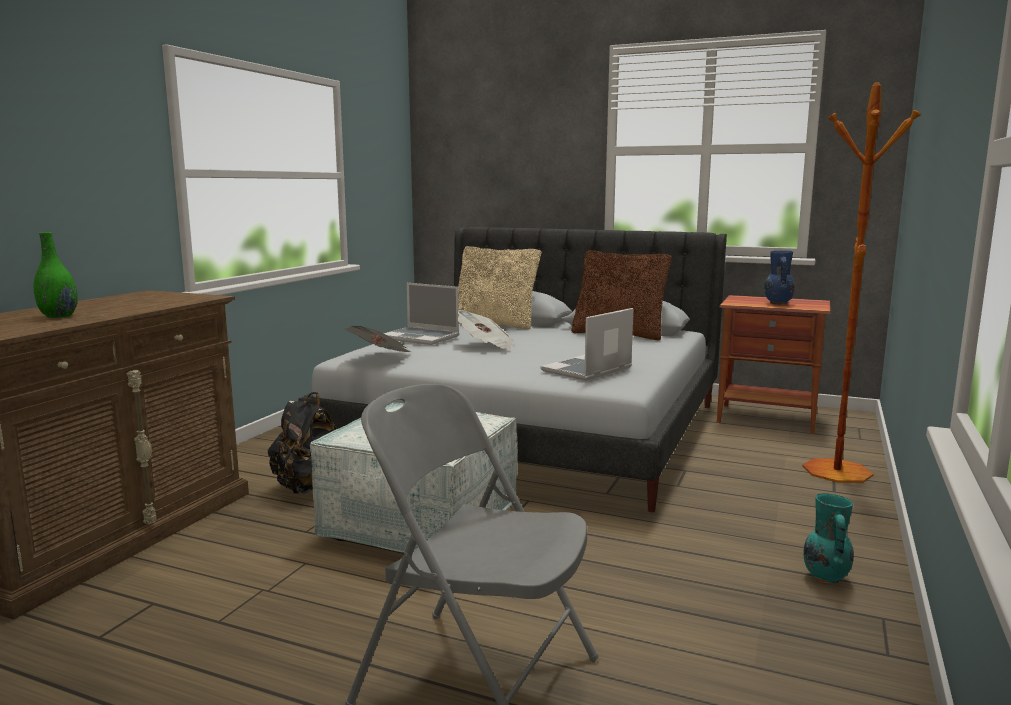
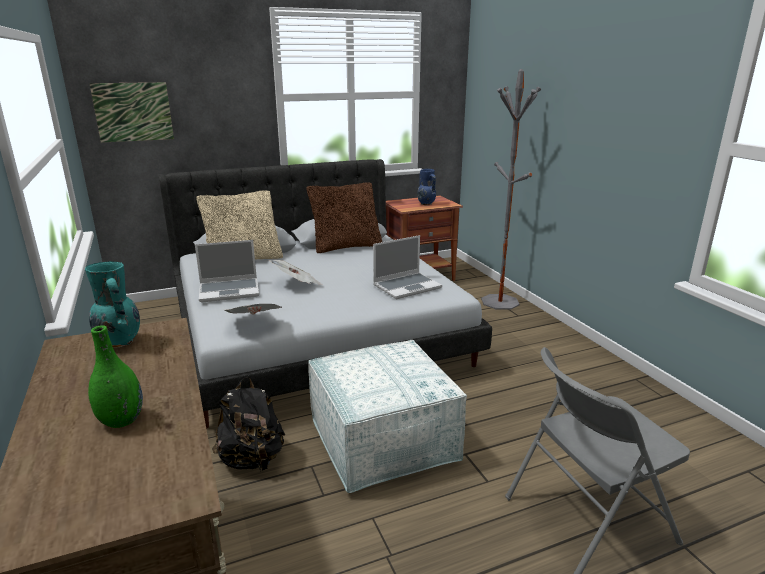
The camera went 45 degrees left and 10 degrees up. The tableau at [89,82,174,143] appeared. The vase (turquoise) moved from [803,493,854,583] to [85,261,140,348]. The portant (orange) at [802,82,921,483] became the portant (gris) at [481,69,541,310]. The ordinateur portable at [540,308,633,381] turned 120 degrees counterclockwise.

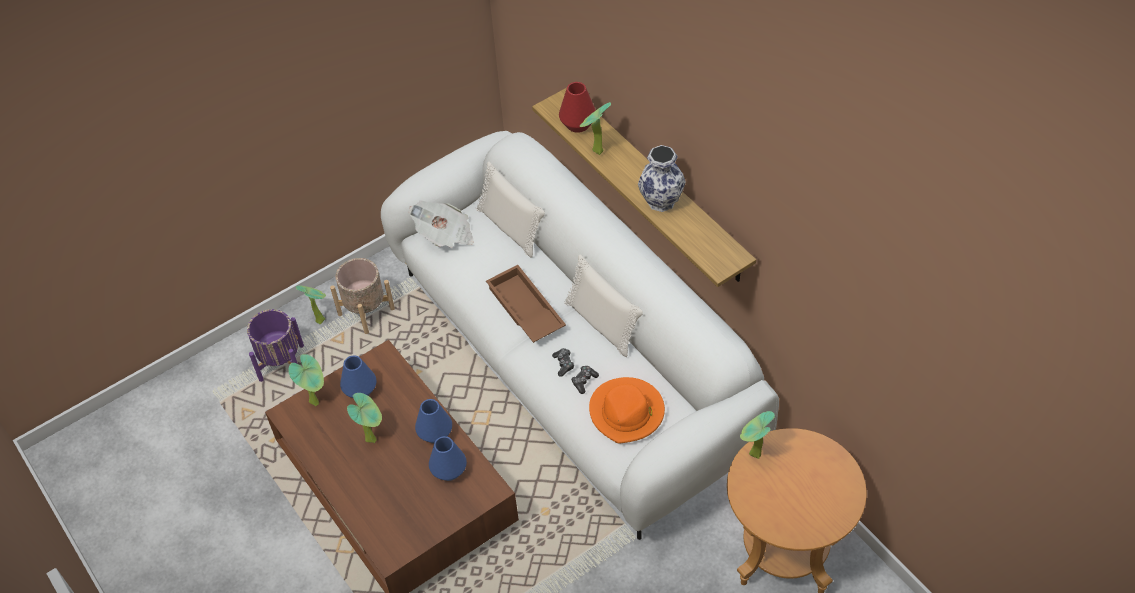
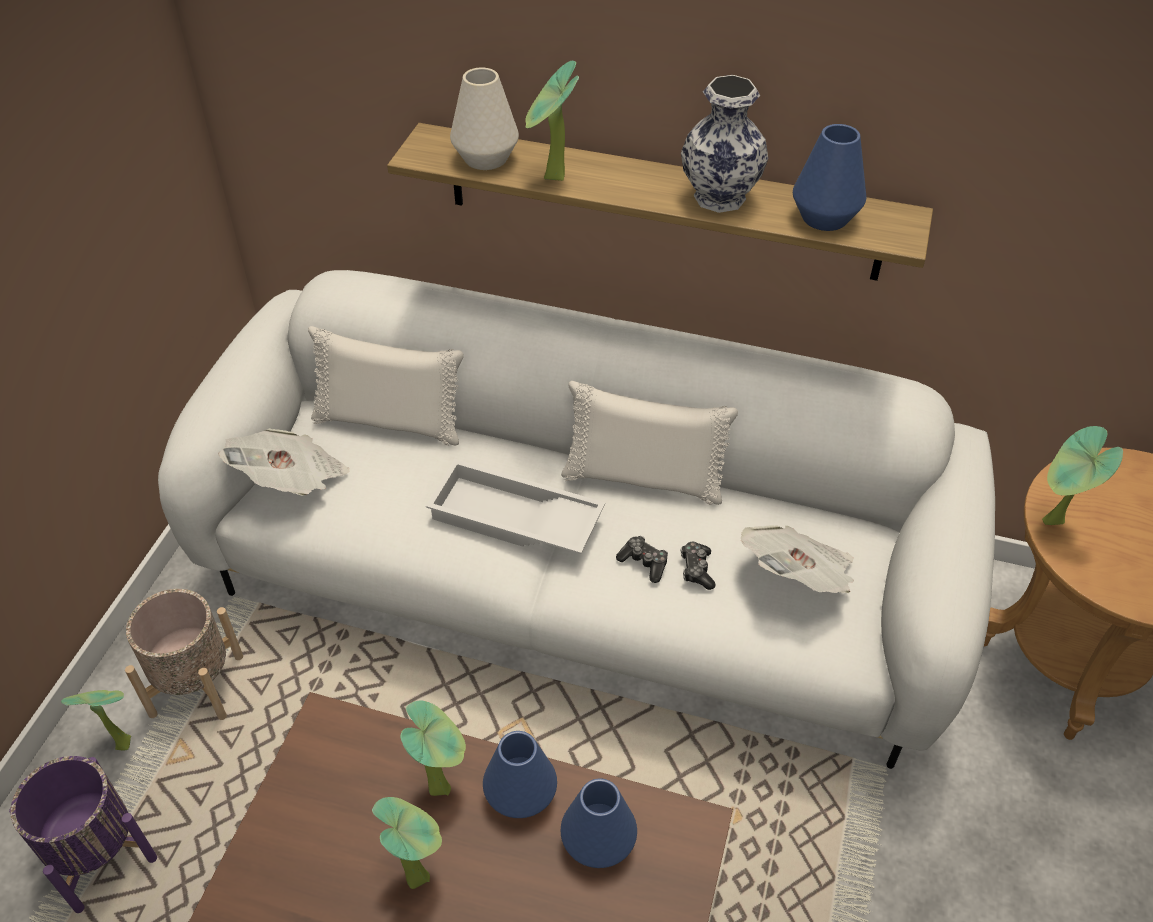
The camera went 40 degrees left and 5 degrees down. The plante en pot moved from [288,354,324,406] to [400,701,466,796]. The vase (bleu) moved from [340,356,377,398] to [793,124,866,231]. The chapeau (orange) at [589,377,665,443] was replaced by the journal at [741,525,854,594]. The plateau (marron) at [486,265,566,343] became the plateau (blanc) at [426,459,605,554]. The vase (rouge) at [559,82,596,133] became the vase (blanc) at [450,68,519,170].

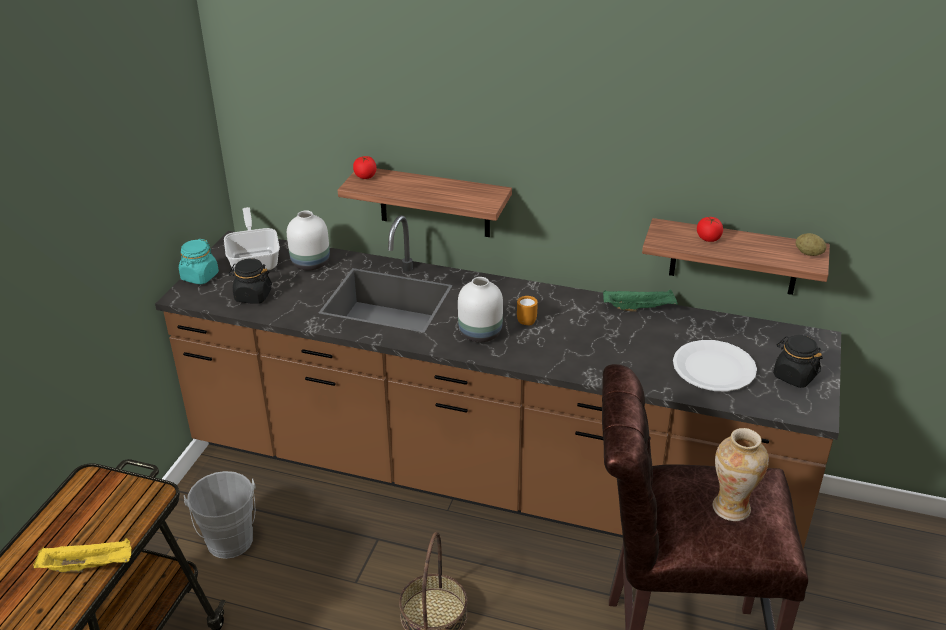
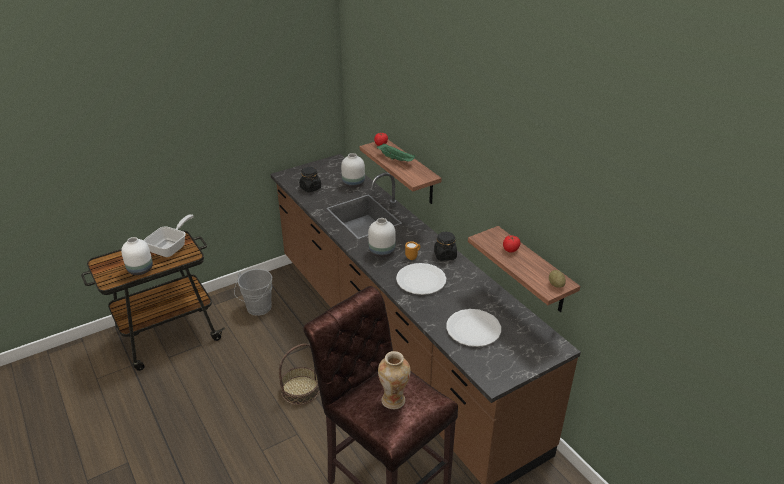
The camera went 40 degrees right and 0 degrees up. The bocal (turquoise) at [179,239,219,284] disappeared. The assiette (blanc) at [396,263,446,295] appeared. The poêle moved from [224,207,280,271] to [144,214,194,257]. The plateau (vert) moved from [603,289,678,312] to [377,144,415,162]. The bocal (noir) moved from [773,335,823,388] to [434,231,457,261]. The plateau (jaune) at [33,538,131,573] was replaced by the vase (blanc) at [121,237,153,275].

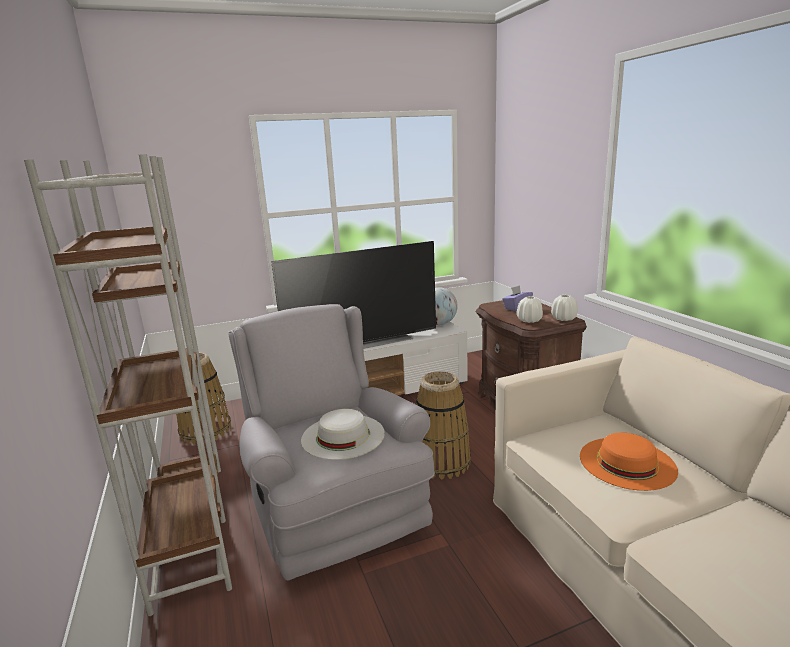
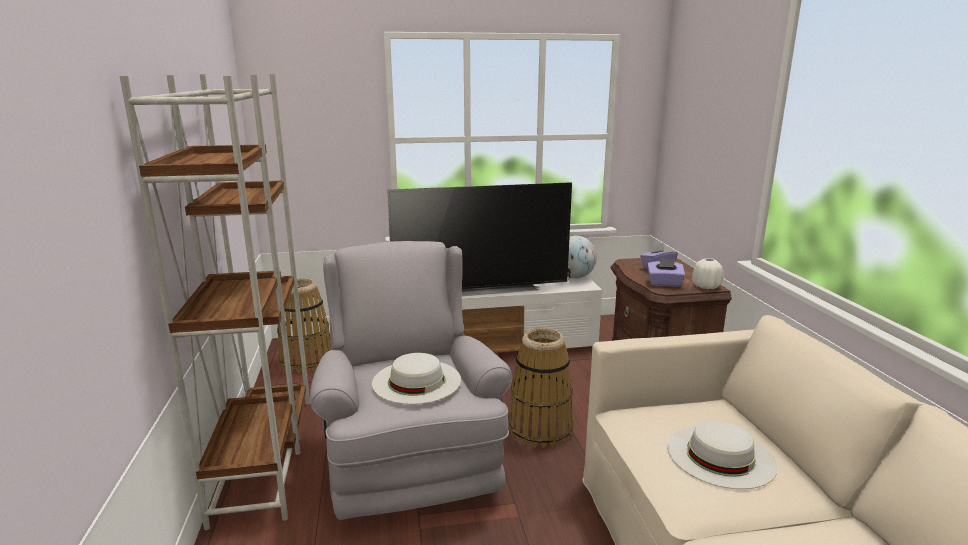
The camera went 10 degrees right and 0 degrees up. The vase (blanc) at [517,296,543,323] was replaced by the boîte à mouchoirs (violet) at [647,259,685,287]. The chapeau (orange) at [580,433,678,491] became the chapeau (blanc) at [667,420,778,489].

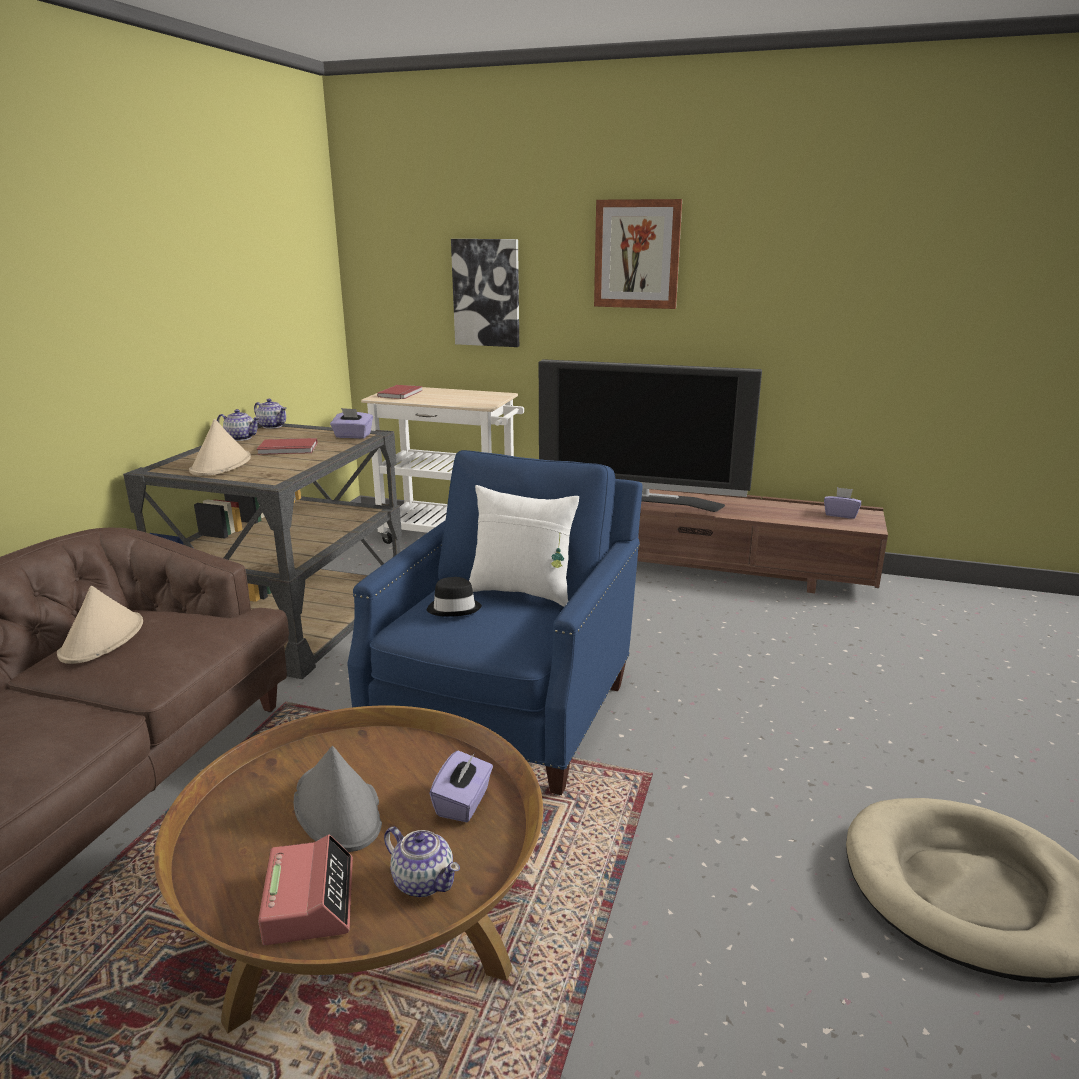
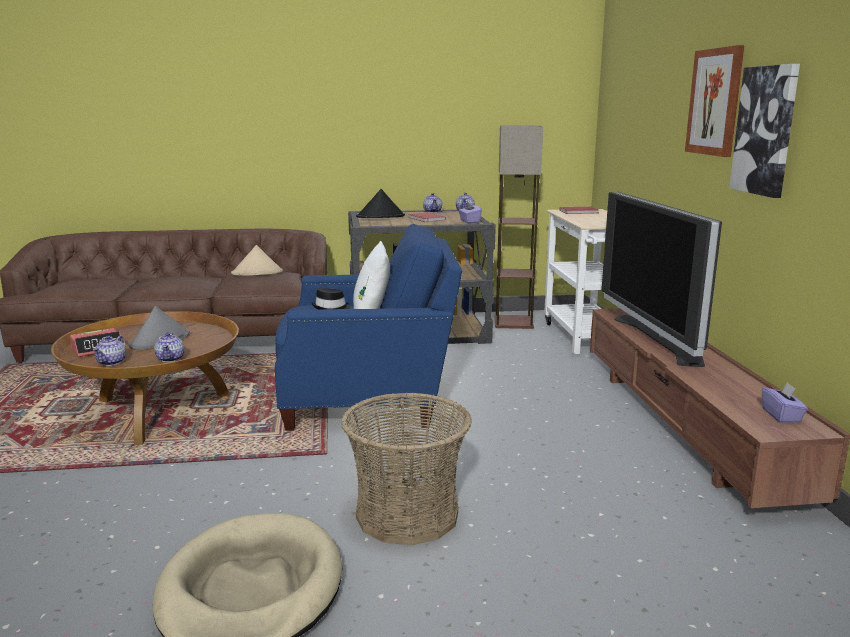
The camera went 65 degrees right and 5 degrees down. The panier at [341,393,472,545] appeared. The lampadaire at [495,125,543,329] appeared. The tableau moved from [451,239,519,347] to [729,64,800,198]. The boîte à mouchoirs (violet) at [429,751,493,822] was replaced by the théière at [154,333,185,362]. The chapeau (beige) at [189,419,251,476] became the chapeau (noir) at [356,189,405,218].

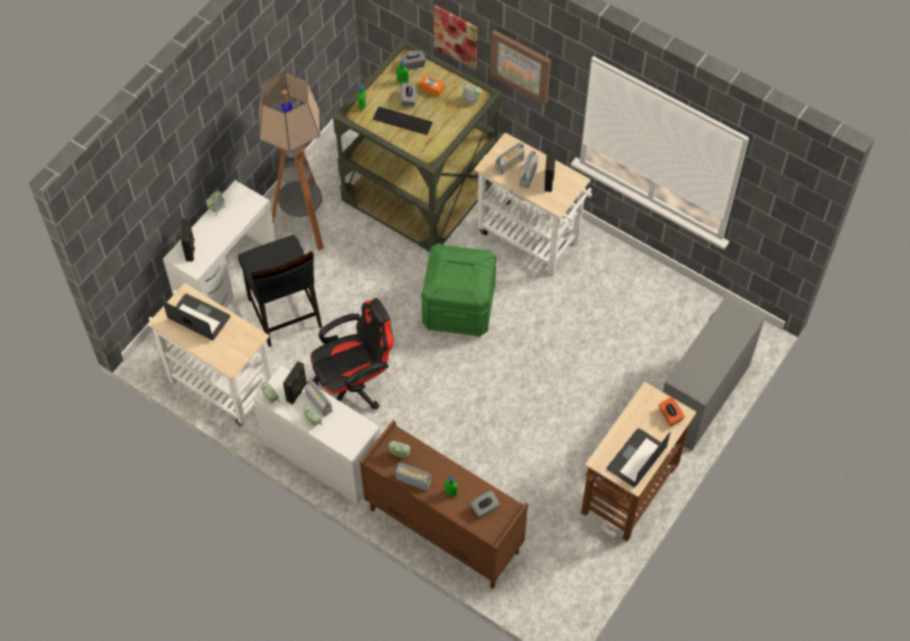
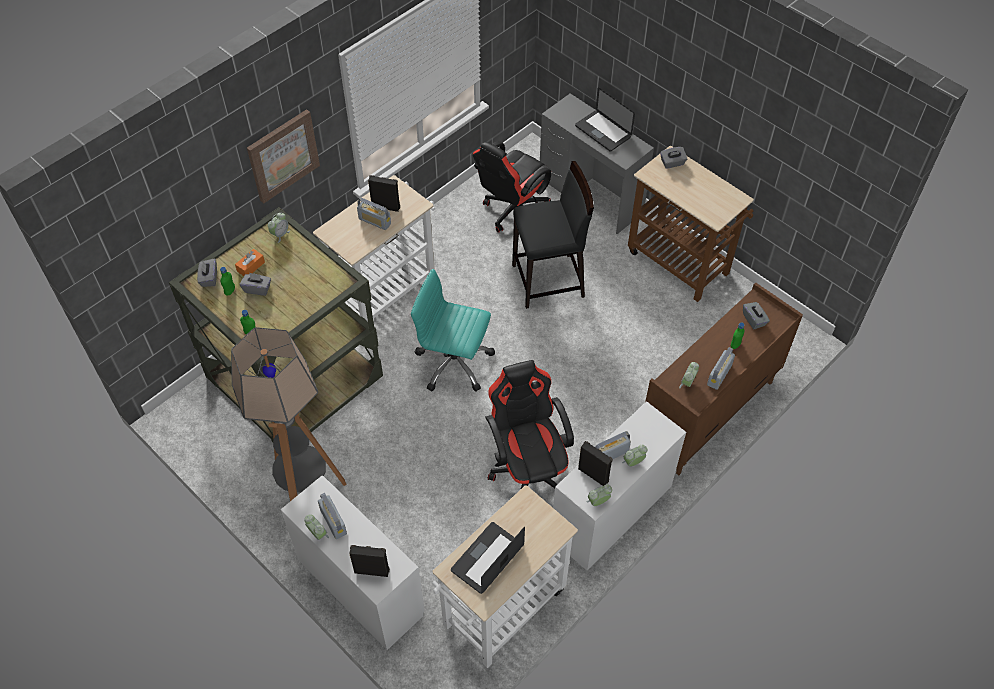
The camera went 80 degrees left and 5 degrees down. The clavier at [373,107,433,135] disappeared. The tableau at [433,5,477,70] disappeared. The chaise de bureau (noir) at [473,141,551,233] appeared. The tabouret (noir) moved from [238,235,322,347] to [512,161,594,309]. The radio moved from [495,142,525,175] to [318,493,347,539]. The ordinateur portable moved from [607,428,671,487] to [575,87,635,152]. The boîte de rangement (vert) at [421,243,496,337] was replaced by the chaise de bureau (turquoise) at [411,269,495,392]. The boîte à mouchoirs (orange) at [659,397,685,426] became the boîte à mouchoirs (gris) at [660,147,687,169].

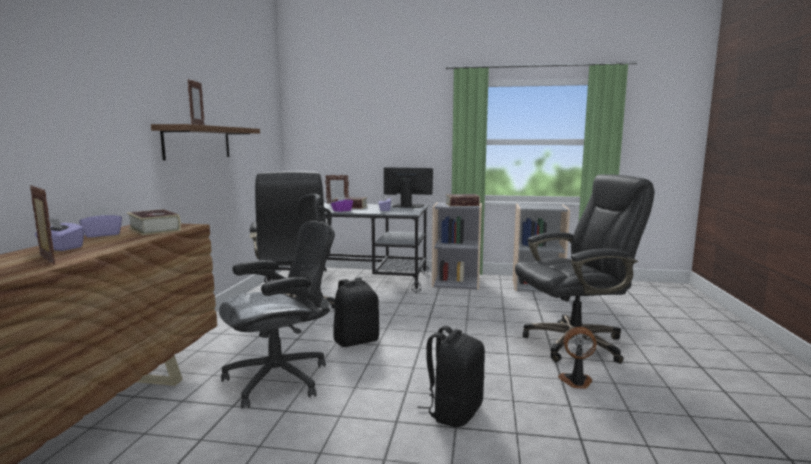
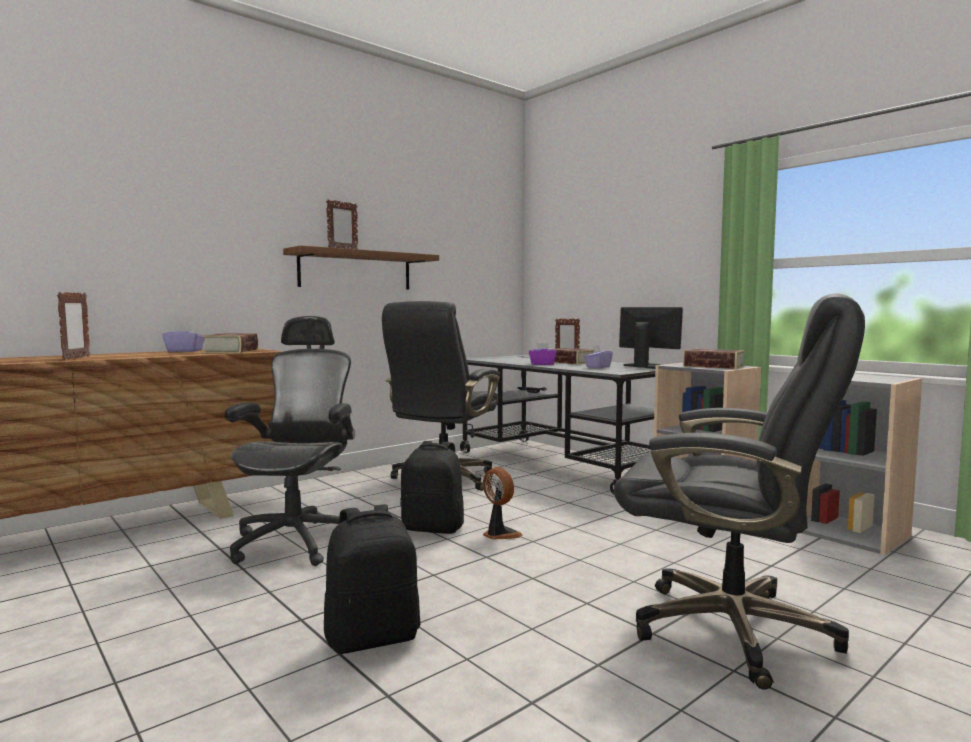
The camera went 40 degrees right and 5 degrees down. The boîte à mouchoirs (violet) at [35,218,84,251] disappeared. The ventilateur moved from [558,327,597,389] to [483,467,523,539]. The chaise de bureau at [219,194,335,409] turned 90 degrees counterclockwise.

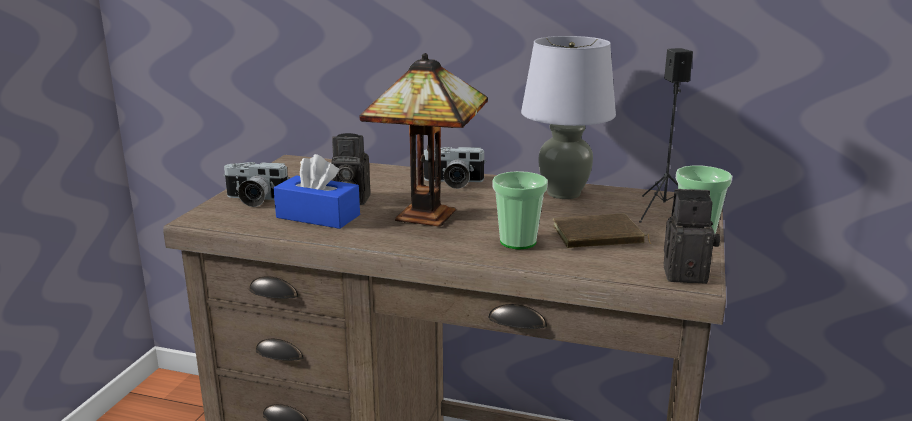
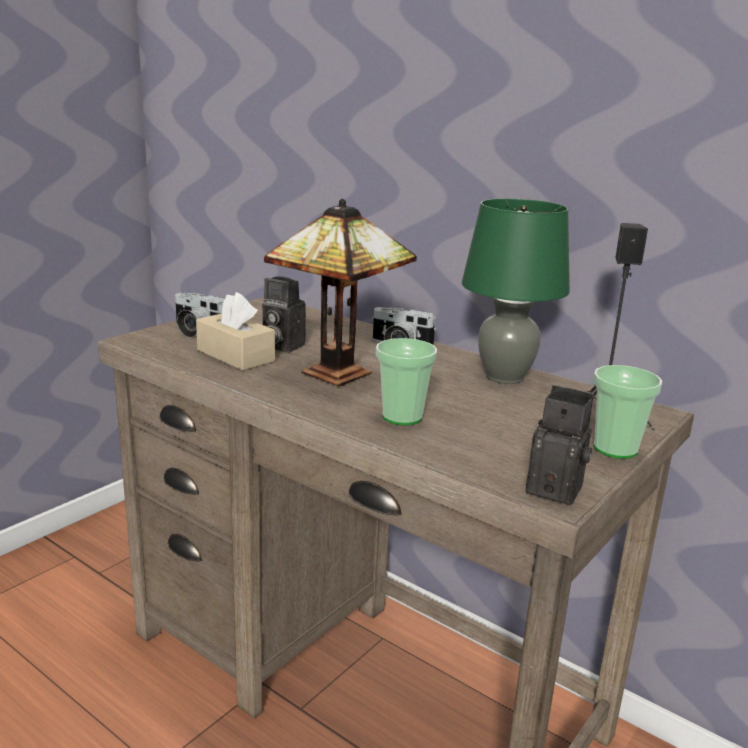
The camera went 20 degrees right and 0 degrees up. The livre (marron) at [553,214,651,248] disappeared. The boîte à mouchoirs (bleu) at [273,154,360,229] became the boîte à mouchoirs (beige) at [196,292,275,371]. The lampe de table (gris) at [521,36,616,199] became the lampe de table (vert) at [462,198,570,384].

